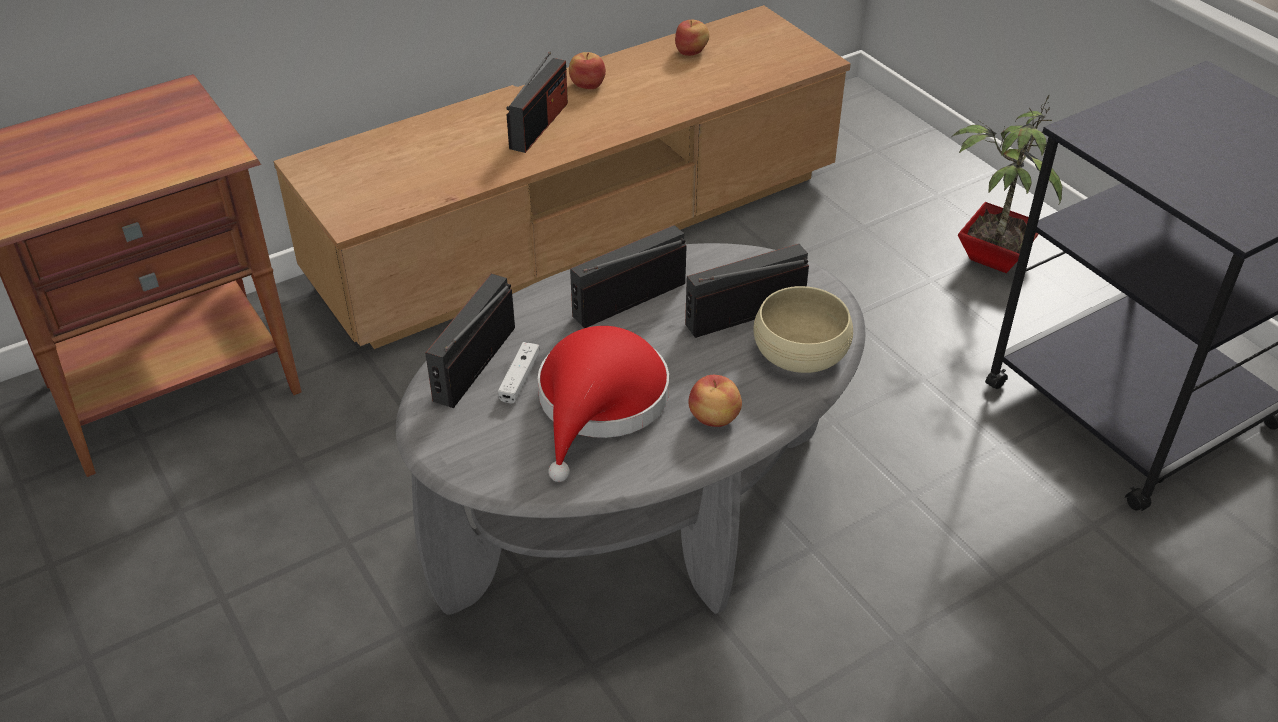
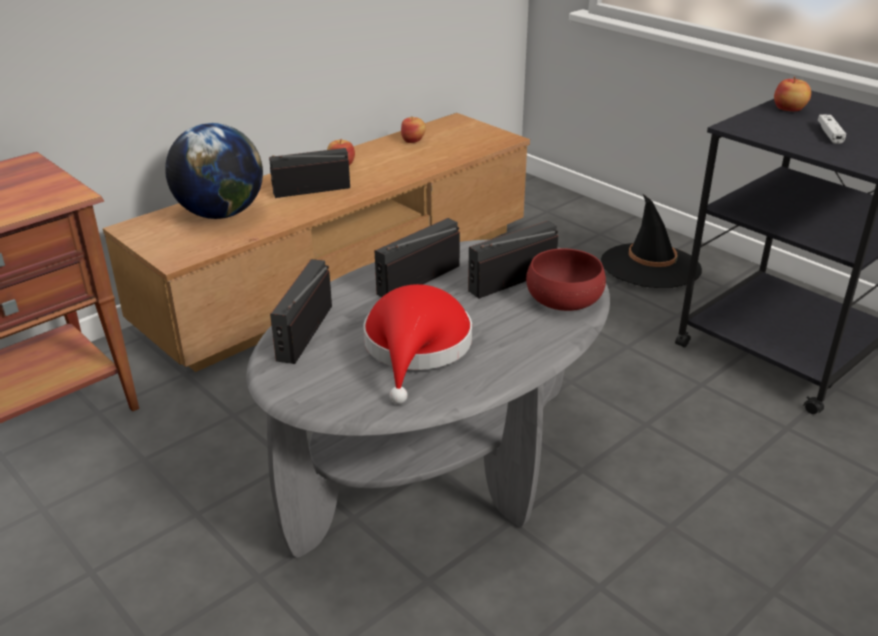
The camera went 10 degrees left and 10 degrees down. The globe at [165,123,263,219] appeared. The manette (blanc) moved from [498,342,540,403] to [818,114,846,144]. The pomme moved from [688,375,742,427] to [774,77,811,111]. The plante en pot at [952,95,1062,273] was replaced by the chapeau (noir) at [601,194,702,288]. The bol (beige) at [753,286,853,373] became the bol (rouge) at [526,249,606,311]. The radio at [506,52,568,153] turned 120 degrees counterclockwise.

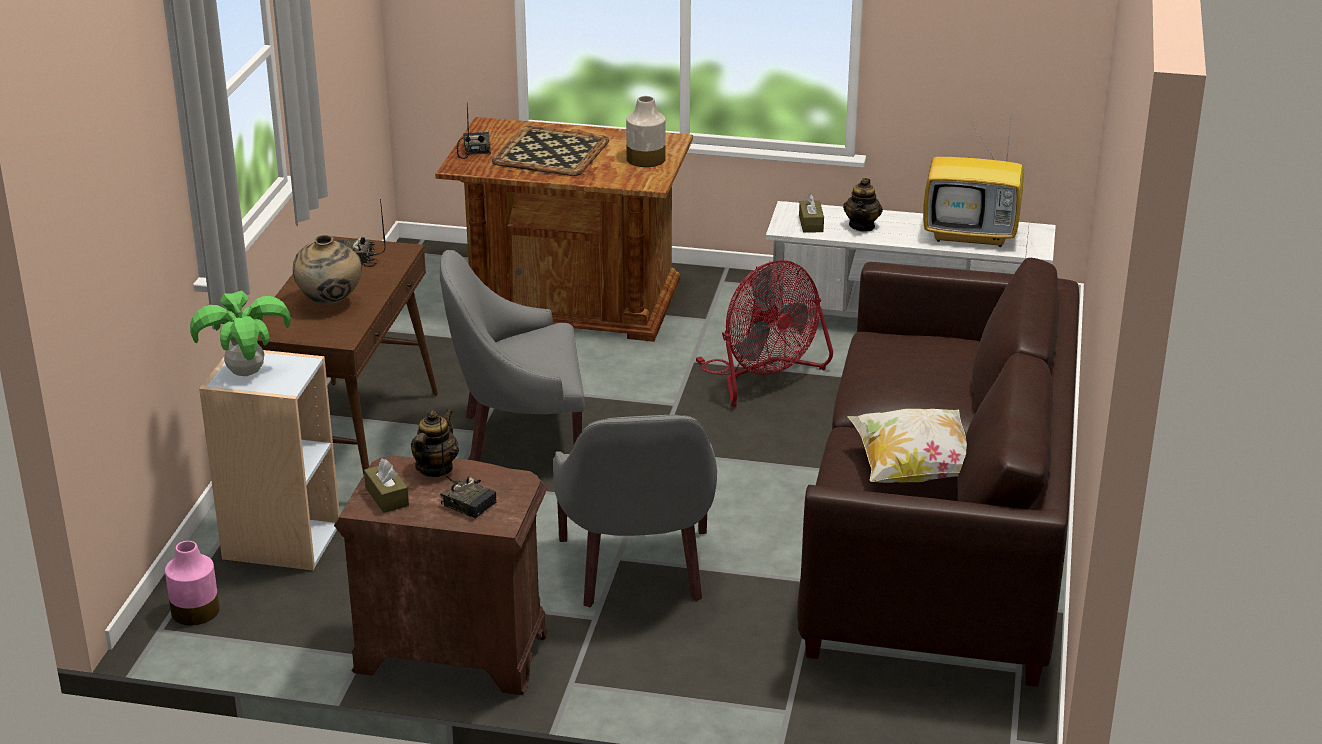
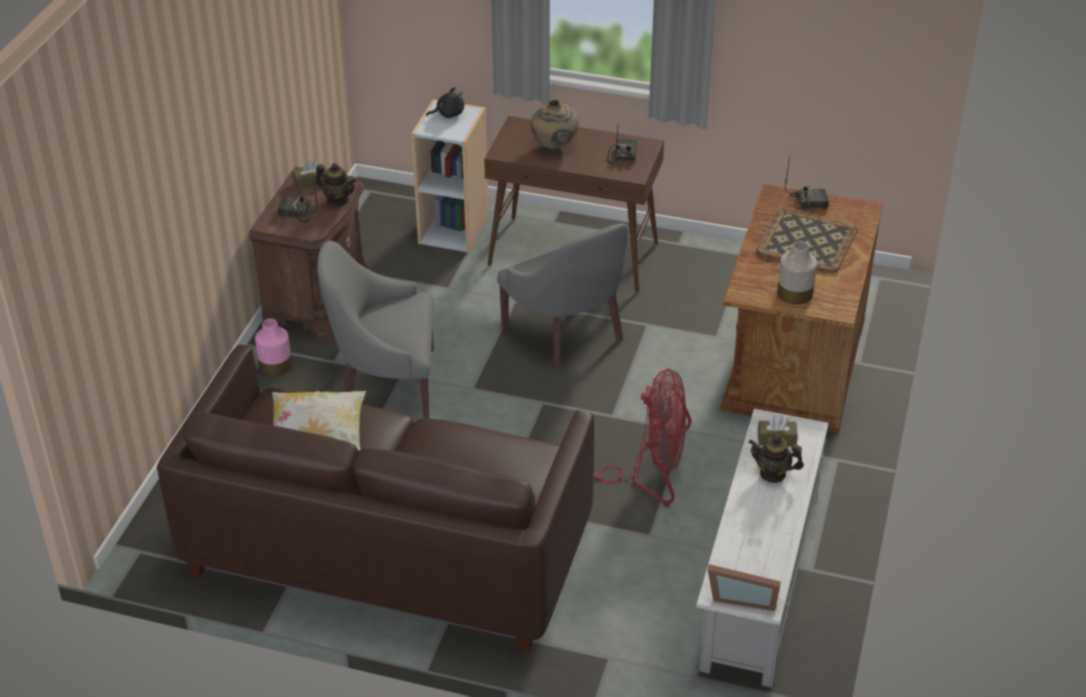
The camera went 95 degrees right and 10 degrees up. The téléviseur at [923,111,1024,247] disappeared. The cadre photo at [708,564,781,611] appeared. The vase (rose) moved from [165,541,220,625] to [255,319,292,376]. The plante en pot at [190,291,291,376] was replaced by the peluche (noir) at [426,87,464,118]. The fauteuil (gris) at [440,250,585,462] turned 150 degrees clockwise. The radio at [440,417,496,518] turned 60 degrees clockwise. The ventilateur (rouge) at [696,260,833,407] turned 135 degrees counterclockwise.

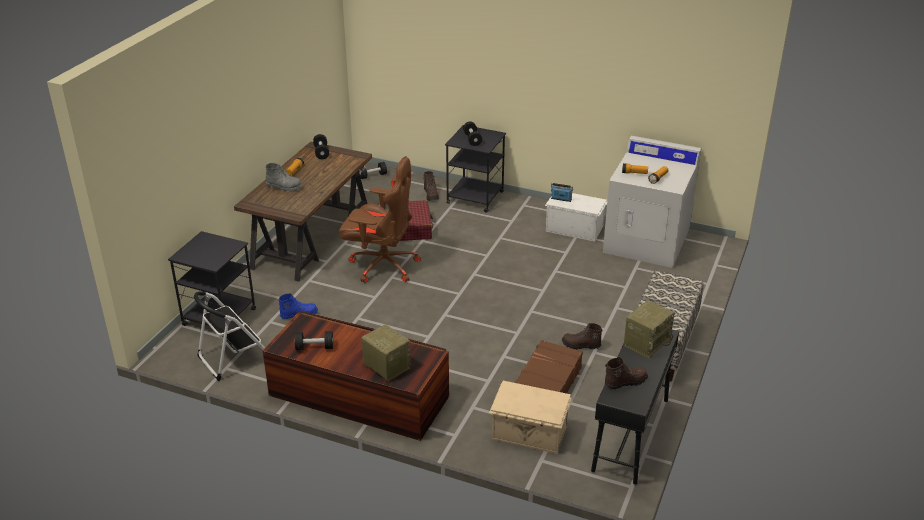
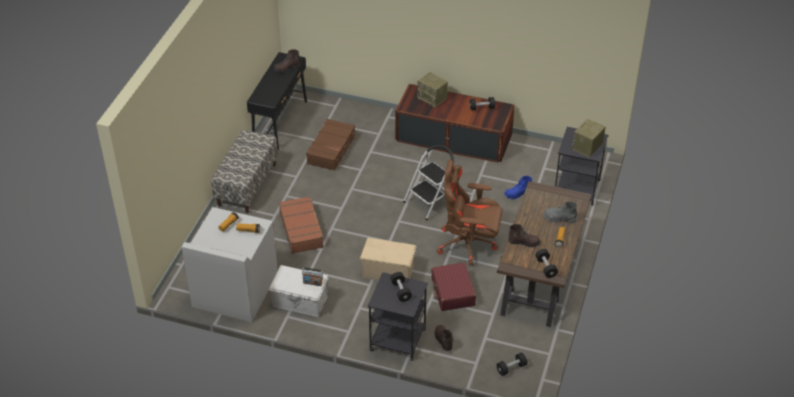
The camera went 175 degrees right and 10 degrees up. The valise (marron) at [279,196,325,254] appeared. The escabeau moved from [194,291,265,381] to [403,145,454,220]. The boîte de rangement (beige) moved from [489,381,572,454] to [360,238,417,281]. The botte (marron) moved from [562,323,602,350] to [508,224,541,248]. The radio moved from [624,300,674,359] to [571,119,605,158].

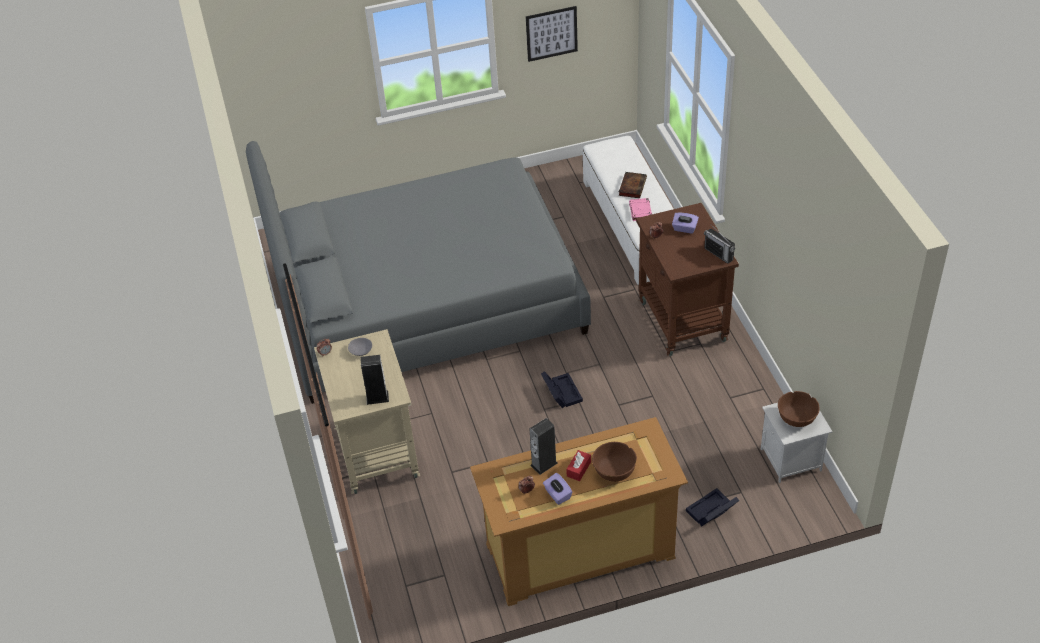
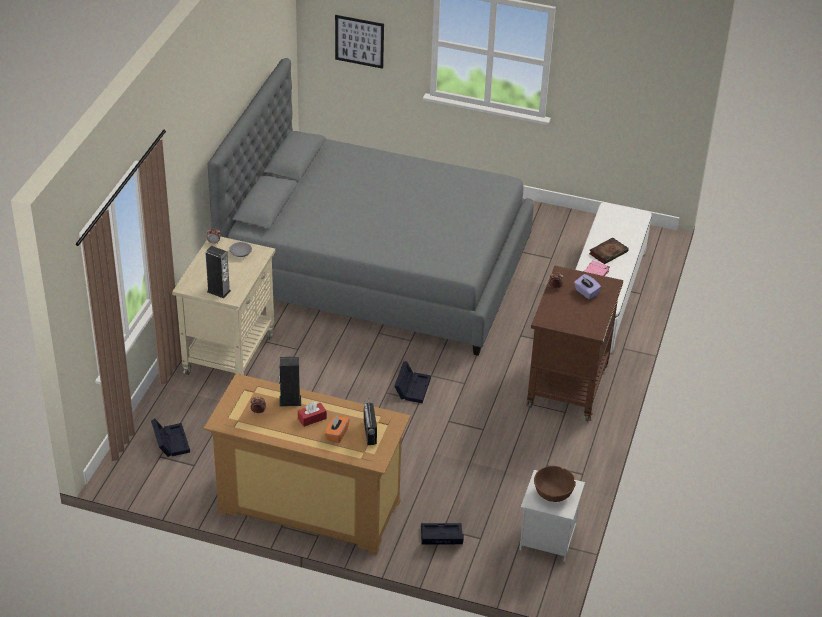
The camera went 30 degrees right and 5 degrees down. The boîte à mouchoirs (violet) at [543,473,572,505] disappeared. The boîte de rangement (noir) at [151,419,190,457] appeared. The tableau moved from [526,6,578,62] to [335,15,384,69]. The radio moved from [704,225,735,264] to [364,398,377,445]. The bol (marron) at [592,442,637,482] was replaced by the boîte à mouchoirs (orange) at [324,416,350,443].

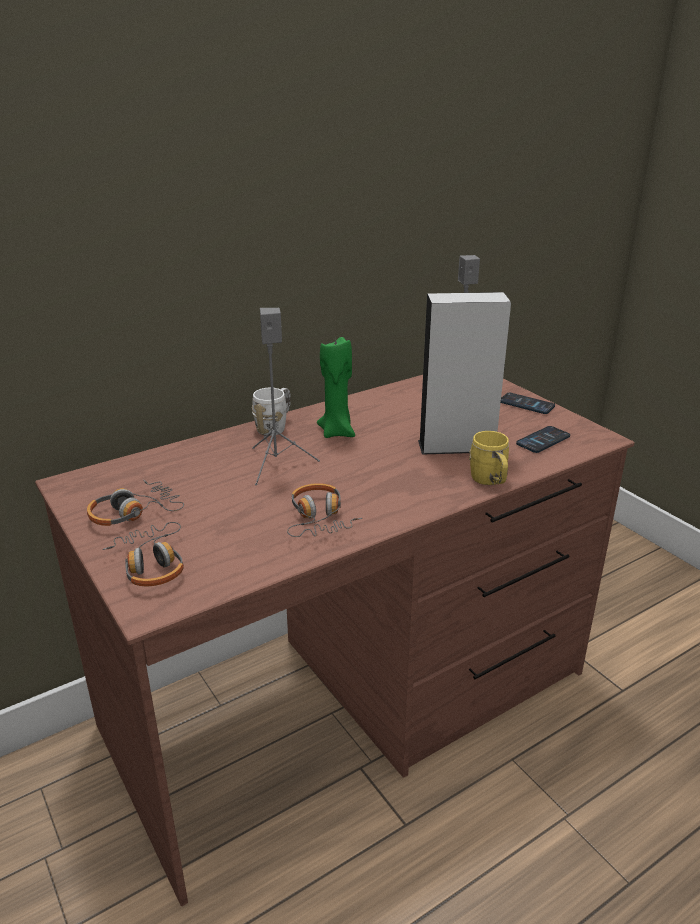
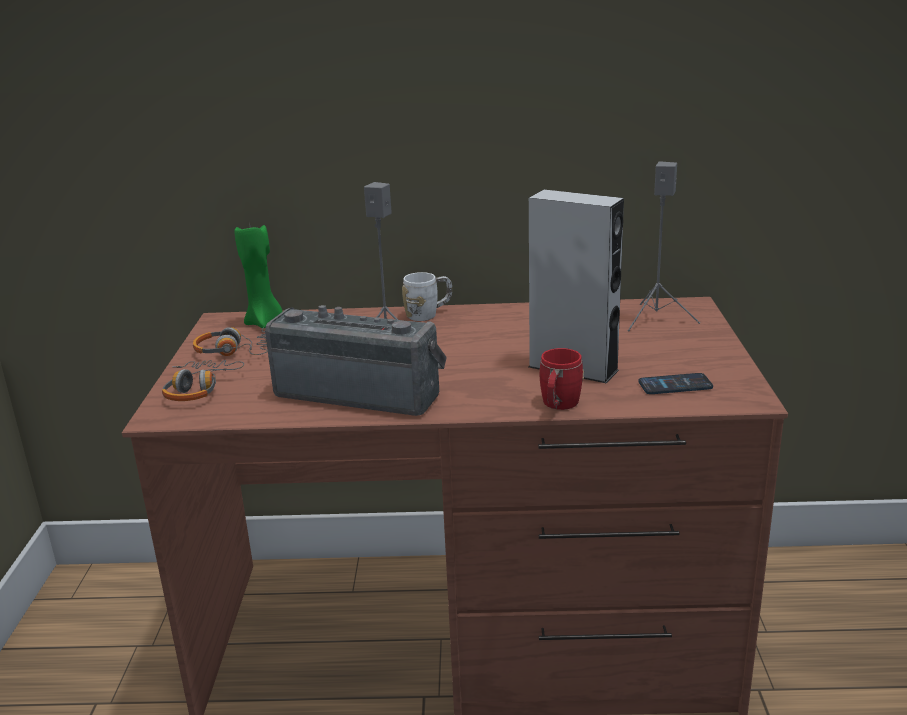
The camera went 35 degrees right and 5 degrees down. The téléphone at [501,393,555,414] disappeared. The bougie (vert) moved from [317,335,355,438] to [235,221,283,328]. The casque audio at [287,483,362,537] was replaced by the radio at [265,305,447,416]. The mug (jaune) at [469,431,509,485] became the mug (rouge) at [540,348,584,410].

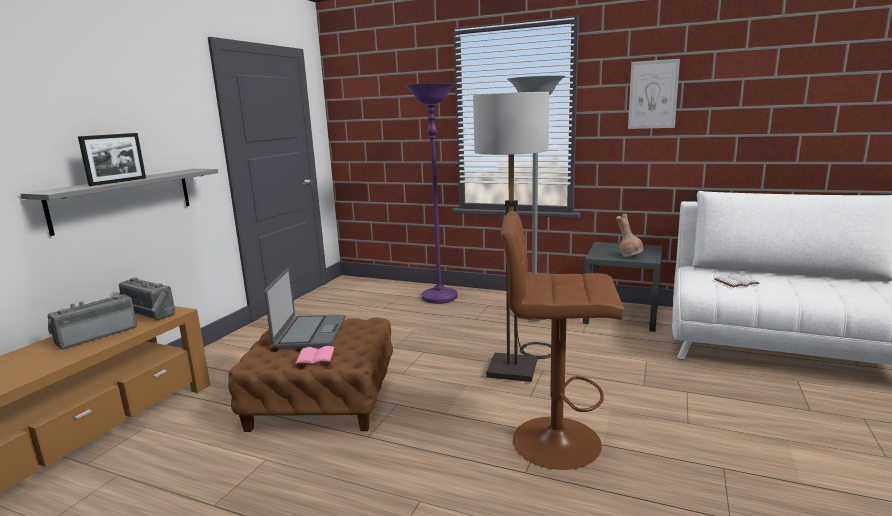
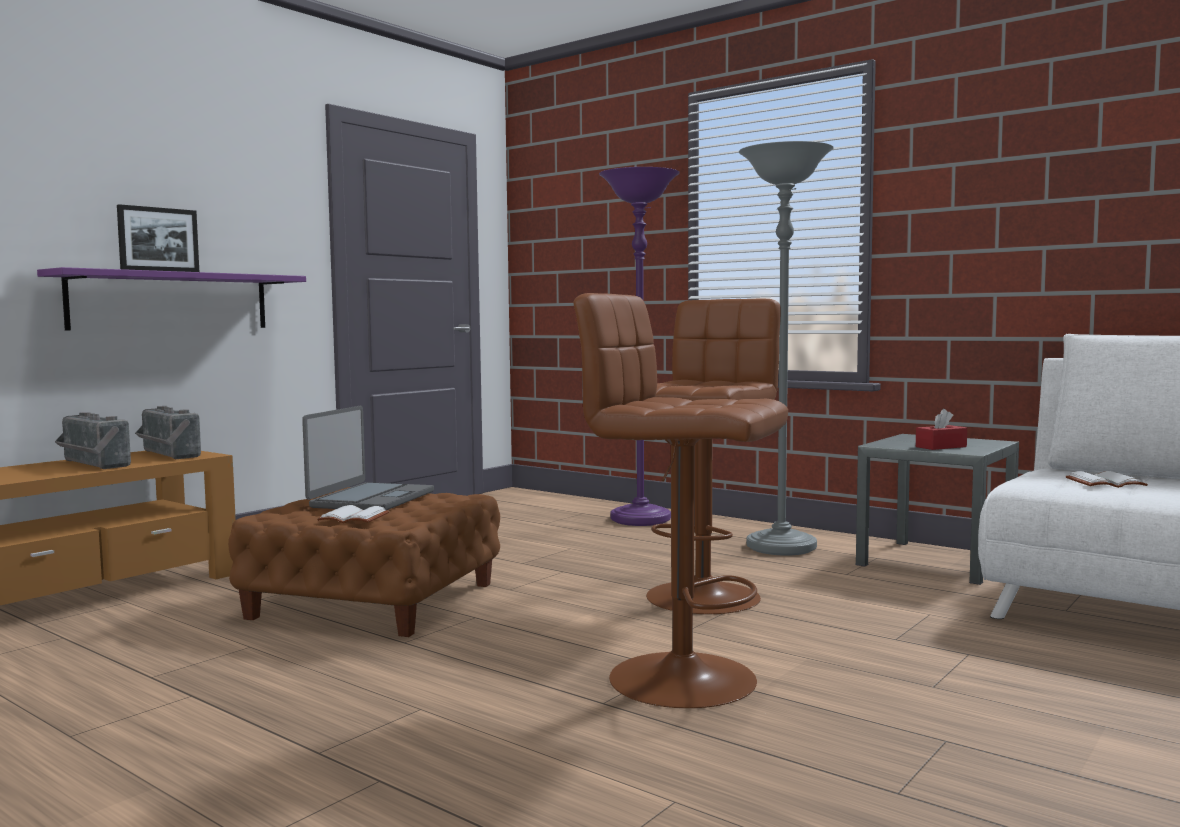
The camera went 15 degrees right and 10 degrees down. The tableau at [628,59,680,129] disappeared. The lampadaire at [473,92,551,382] was replaced by the tabouret (marron) at [646,299,781,614]. The vase (marron) at [616,214,643,257] was replaced by the boîte à mouchoirs (rouge) at [916,409,967,450]. The étagère (gris) at [21,169,218,236] became the étagère (violet) at [37,267,306,331]. The livre (rose) at [294,346,336,365] became the livre (blanc) at [317,505,389,523]. The radio at [48,294,137,349] turned 105 degrees counterclockwise.

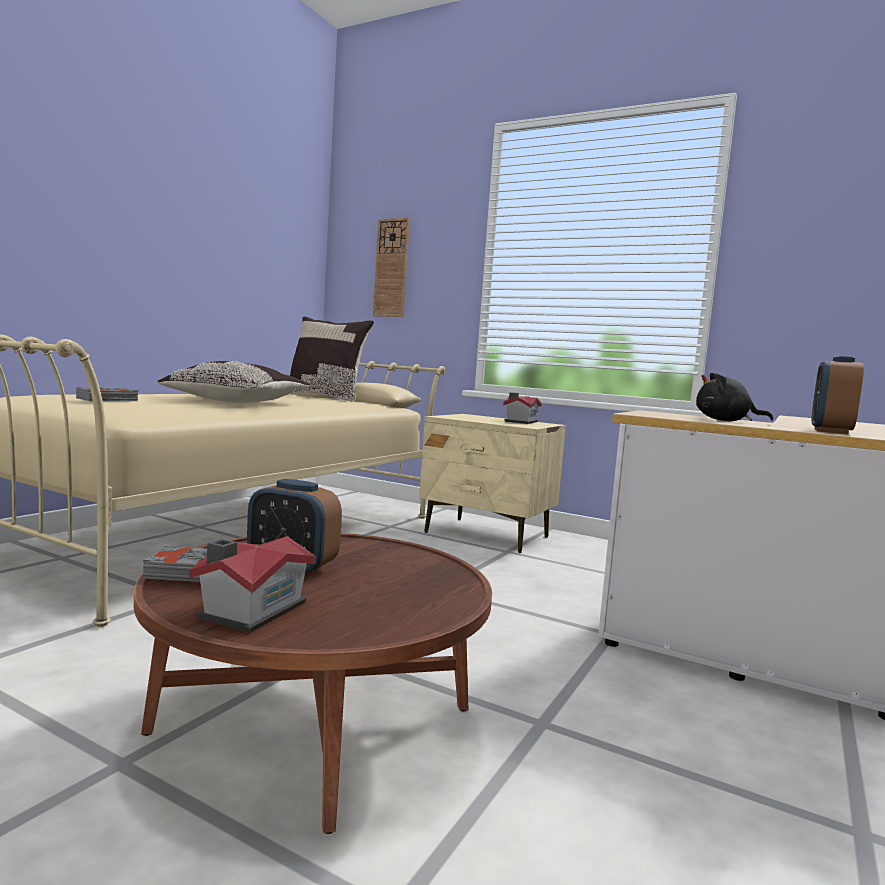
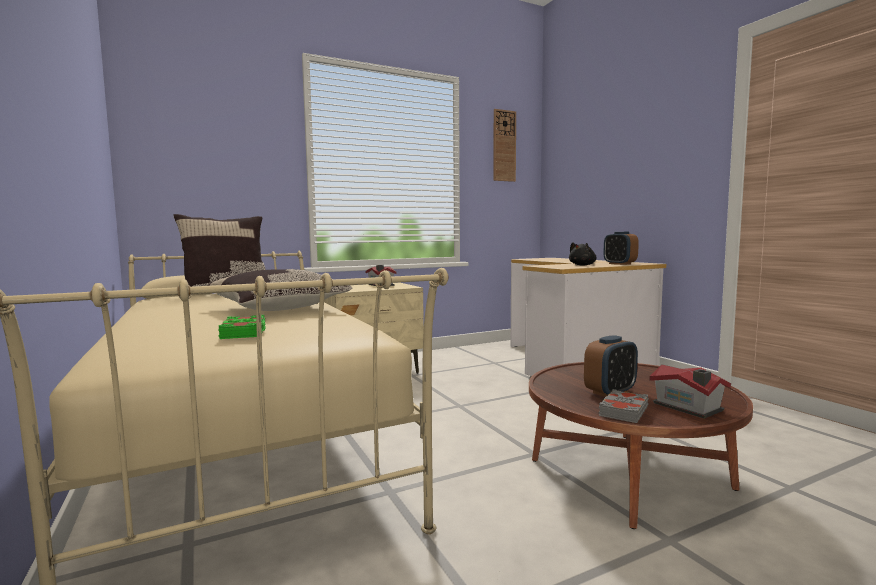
The camera went 55 degrees left and 0 degrees up. The horloge murale moved from [373,218,410,317] to [493,109,516,182]. The livre (gris) at [76,387,139,401] became the livre (vert) at [218,315,266,339].

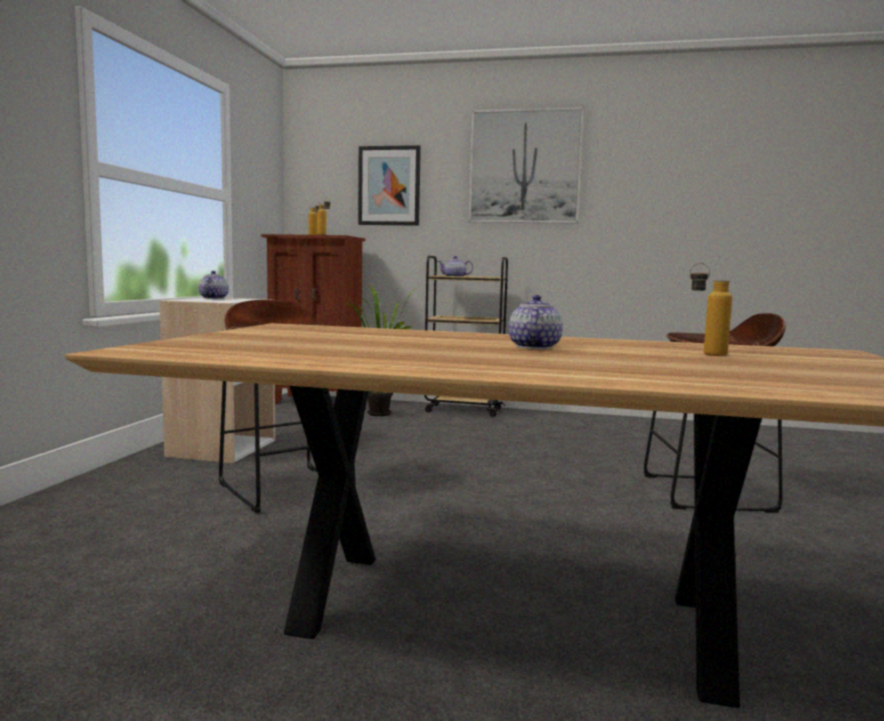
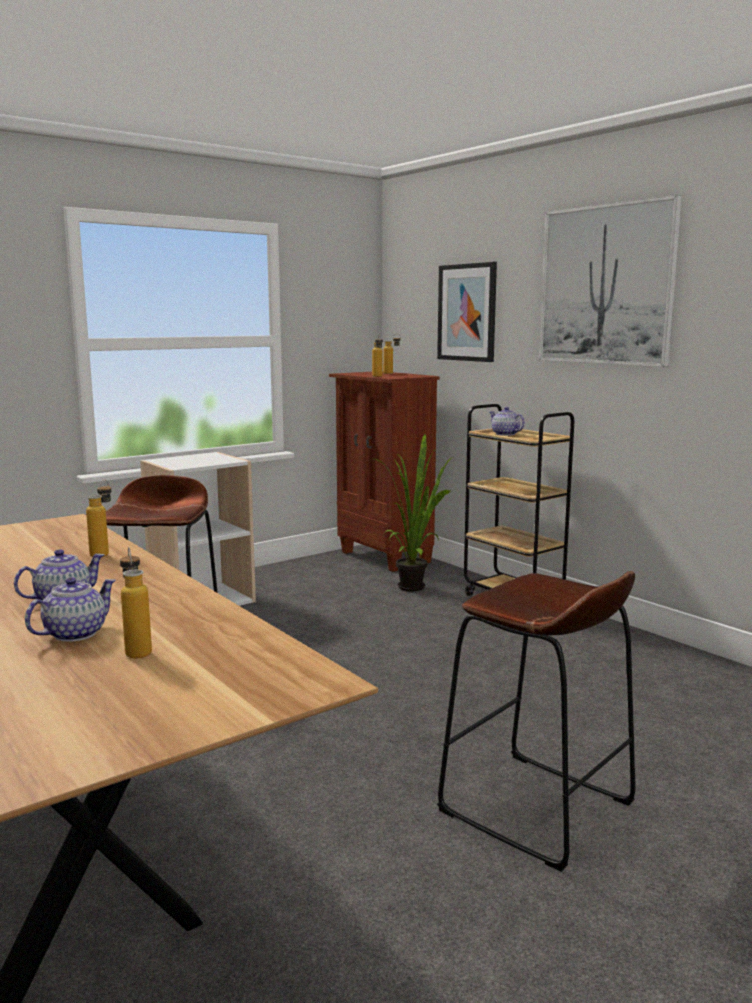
The camera went 40 degrees right and 5 degrees up. The bouteille at [86,480,112,557] appeared. The théière moved from [198,271,229,299] to [25,577,116,642].

